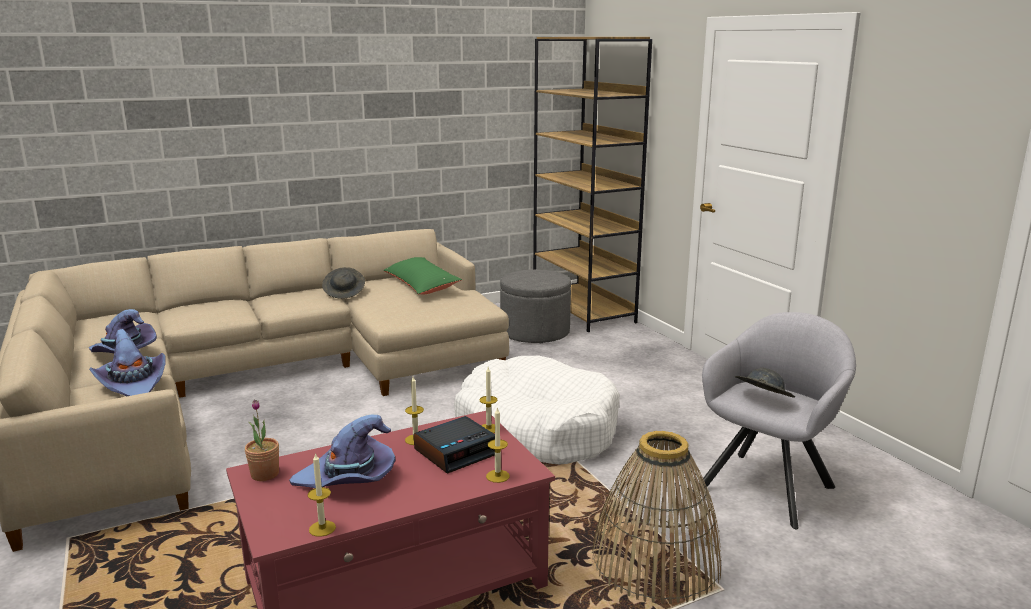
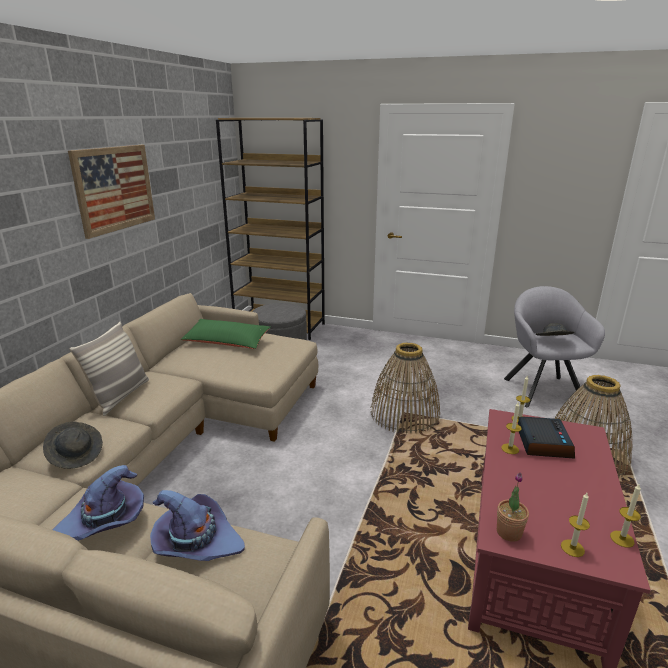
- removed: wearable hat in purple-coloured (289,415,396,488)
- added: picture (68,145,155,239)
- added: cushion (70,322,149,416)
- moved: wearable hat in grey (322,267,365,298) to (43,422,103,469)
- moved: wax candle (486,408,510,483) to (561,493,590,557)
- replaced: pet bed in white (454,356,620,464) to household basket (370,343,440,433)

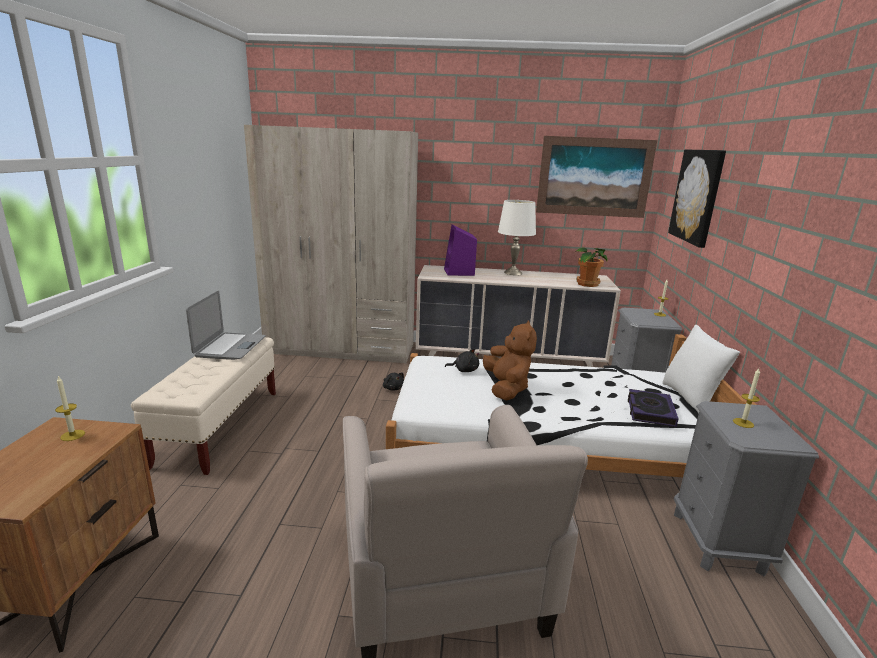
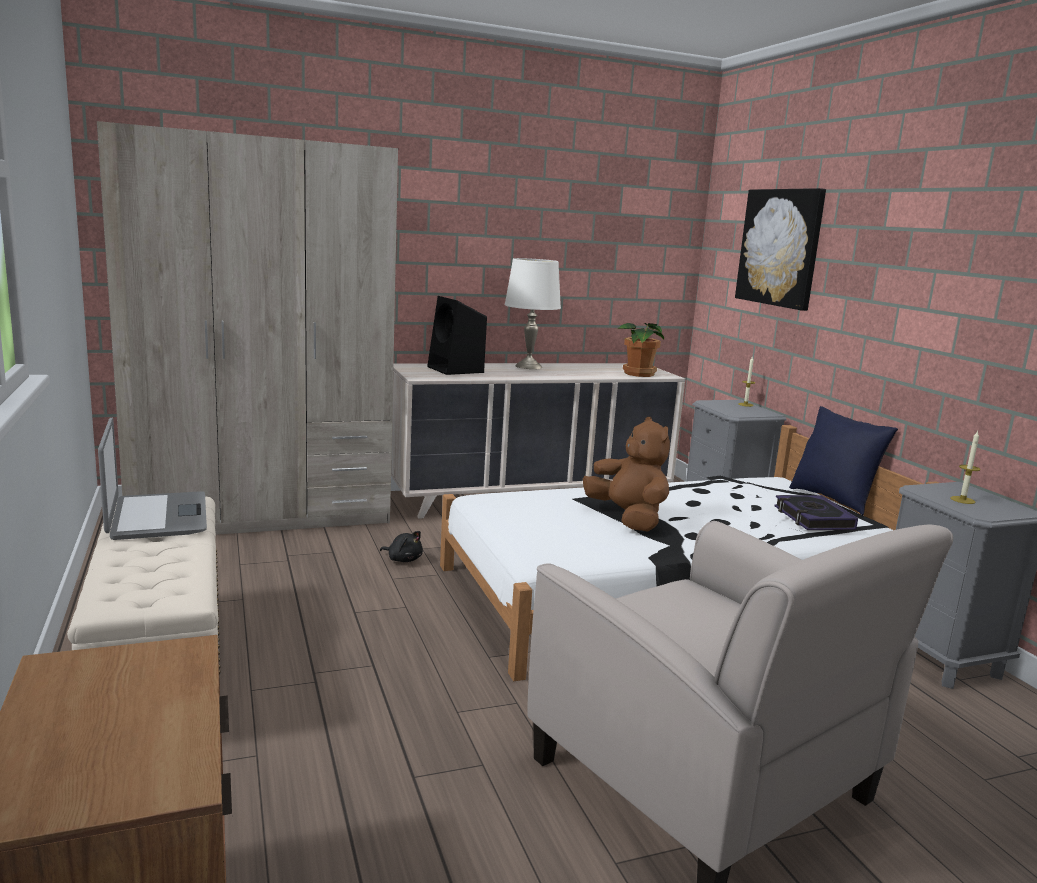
- removed: wax candle (55,376,85,441)
- removed: cuddly toy in black-coloured (445,348,479,372)
- removed: picture (536,136,657,218)
- recoloured: loudspeaker in purple-coloured (444,224,477,276) to loudspeaker in black-coloured (427,296,487,375)
- recoloured: cushion in white (662,325,740,414) to cushion in blue (789,406,898,516)

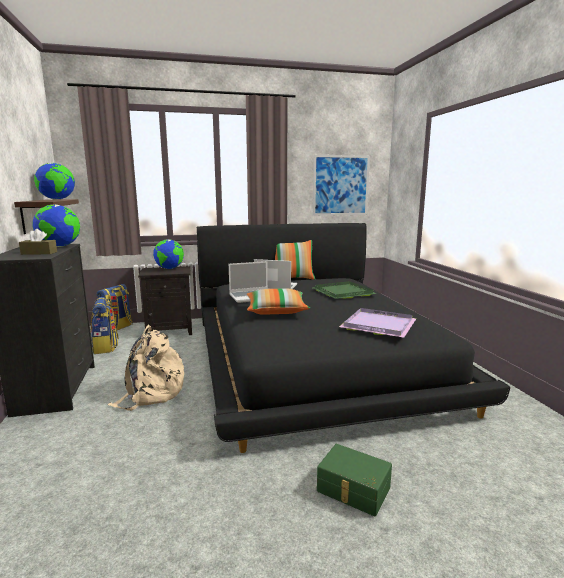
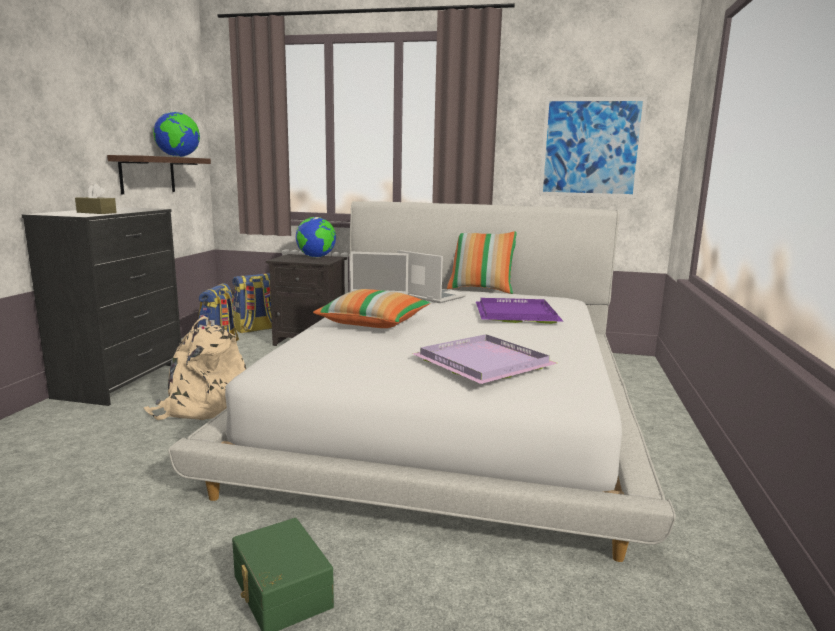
- removed: globe (33,204,80,247)
- recoloured: bed in black-coloured (197,223,510,453) to bed in white (168,201,676,562)
- recoloured: tray in green-coloured (313,281,377,299) to tray in purple-coloured (476,298,564,324)

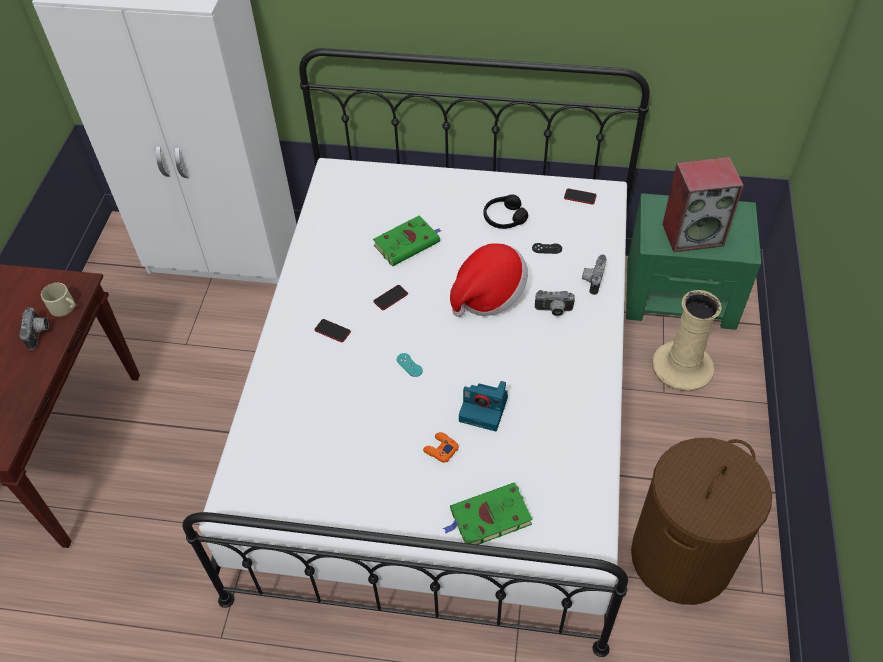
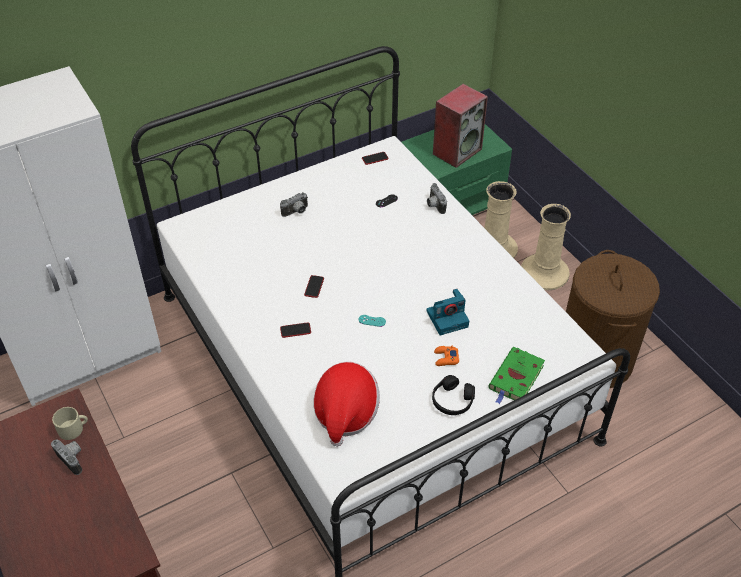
- removed: bound book in green-coloured (373,216,442,266)
- added: decorative vase in beige (521,204,571,290)
- moved: wearable hat (450,243,528,317) to (313,362,380,447)
- moved: pair of headphones in black-coloured (484,195,528,229) to (432,375,475,415)
- moved: still camera (535,290,575,316) to (280,192,308,217)

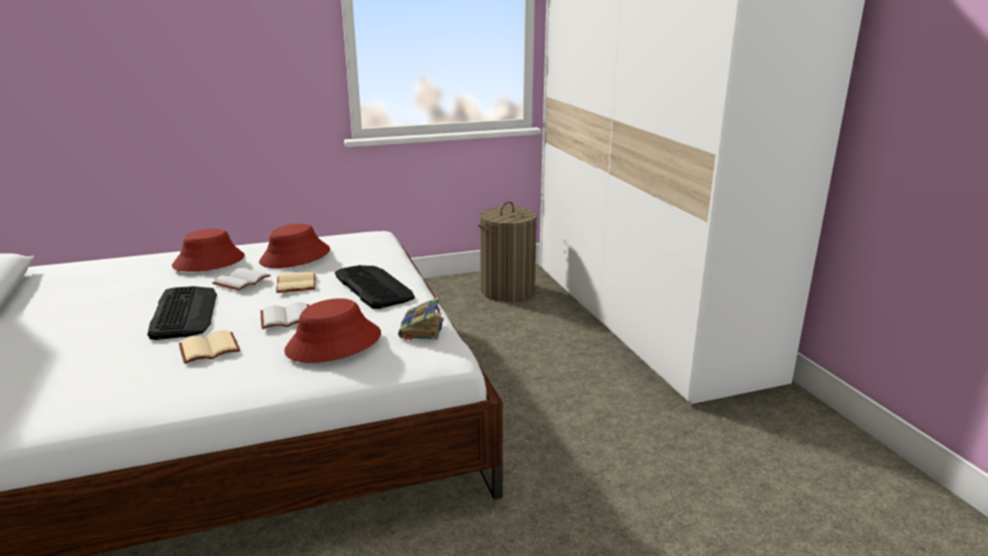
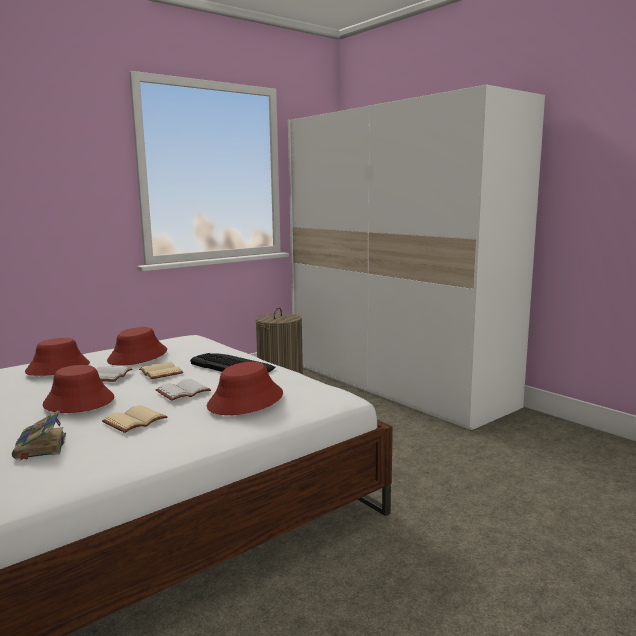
- moved: bound book (398,297,444,341) to (12,410,66,460)
- replaced: keyboard (147,286,217,340) to wearable hat in red-coloured (43,365,114,413)

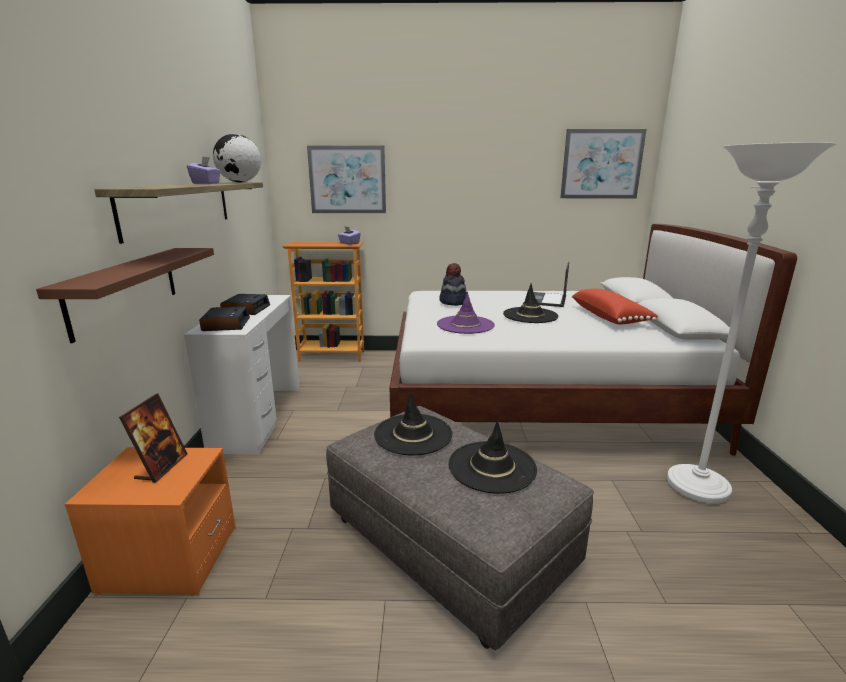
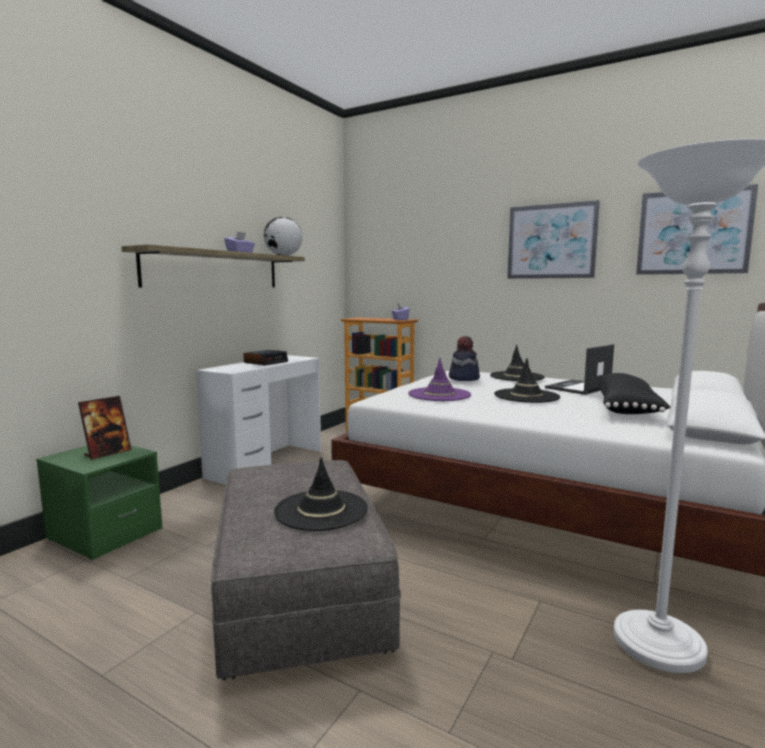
- removed: bracket shelf in brown-coloured (36,248,214,343)
- removed: alarm clock (199,306,250,331)
- moved: picture (307,146,386,213) to (507,200,600,279)
- moved: wearable hat in black-coloured (374,392,452,455) to (490,345,545,381)
- recoloured: night table in orange (65,447,236,596) to night table in green-coloured (36,445,162,560)
- recoloured: cushion in red-coloured (572,288,658,325) to cushion in black-coloured (598,373,671,414)

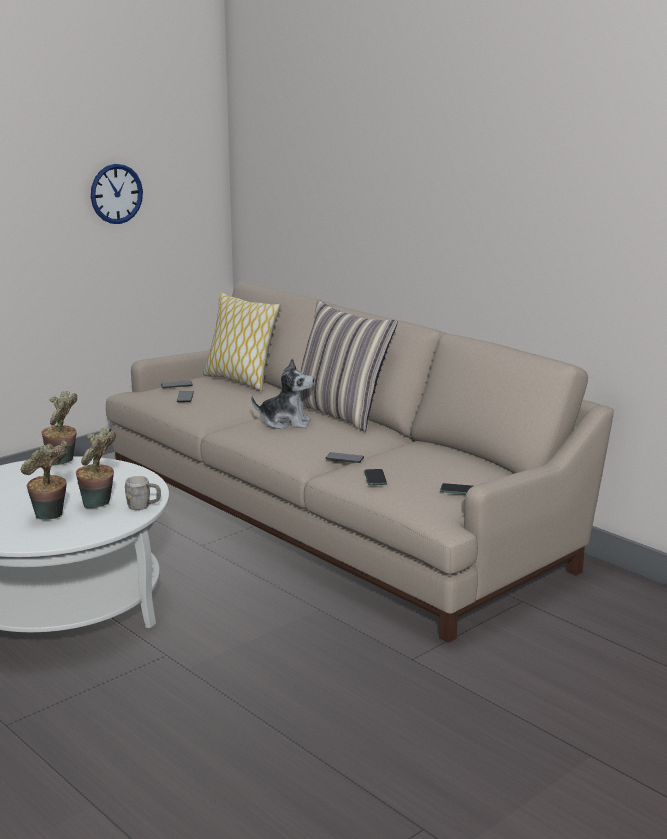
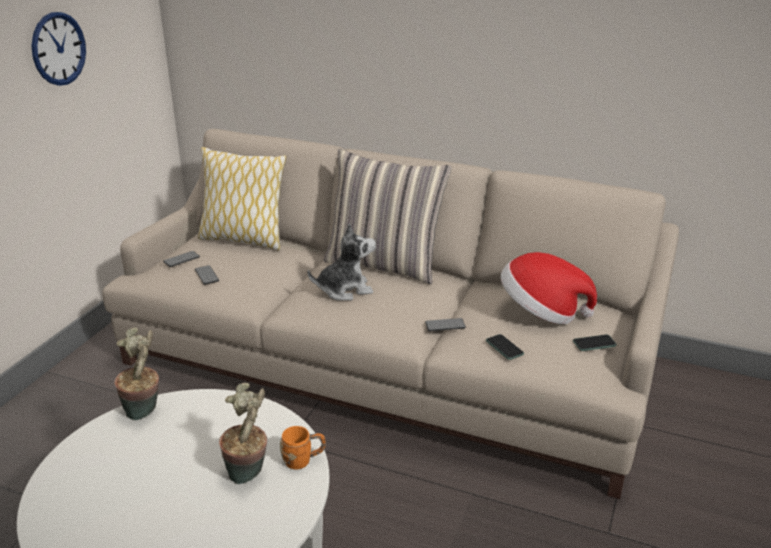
- removed: potted plant (21,440,67,520)
- added: wearable hat (501,252,597,324)
- recoloured: tea mug in grey (125,476,161,510) to tea mug in orange (280,426,326,470)

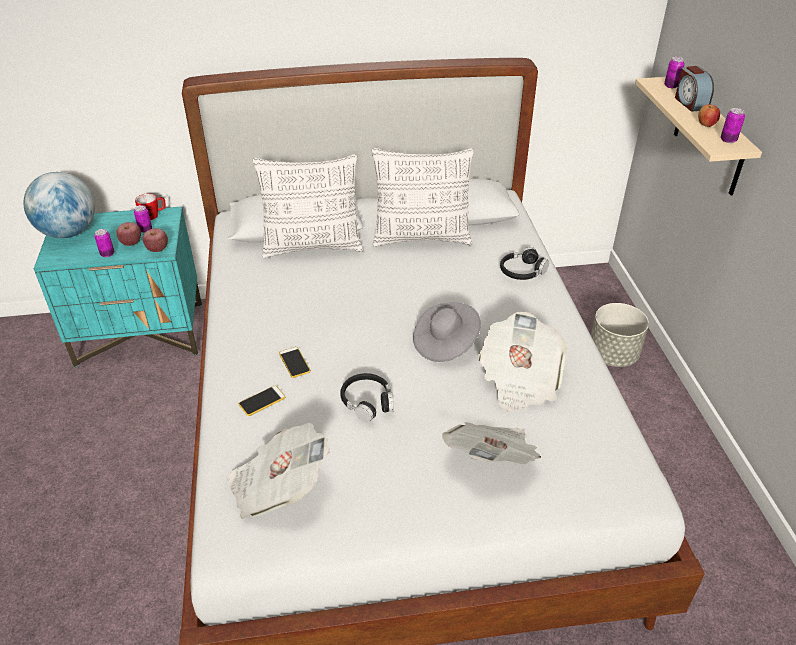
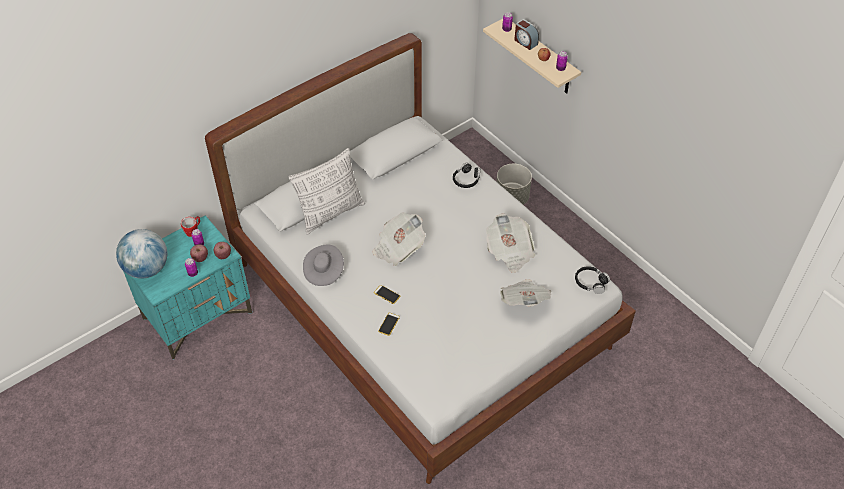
- removed: cushion (372,148,474,247)
- moved: daily paper (227,423,329,519) to (372,212,425,266)
- moved: pair of headphones in black-coloured (340,373,394,423) to (575,266,610,294)
- moved: wearable hat in grey (413,302,481,362) to (303,244,344,286)

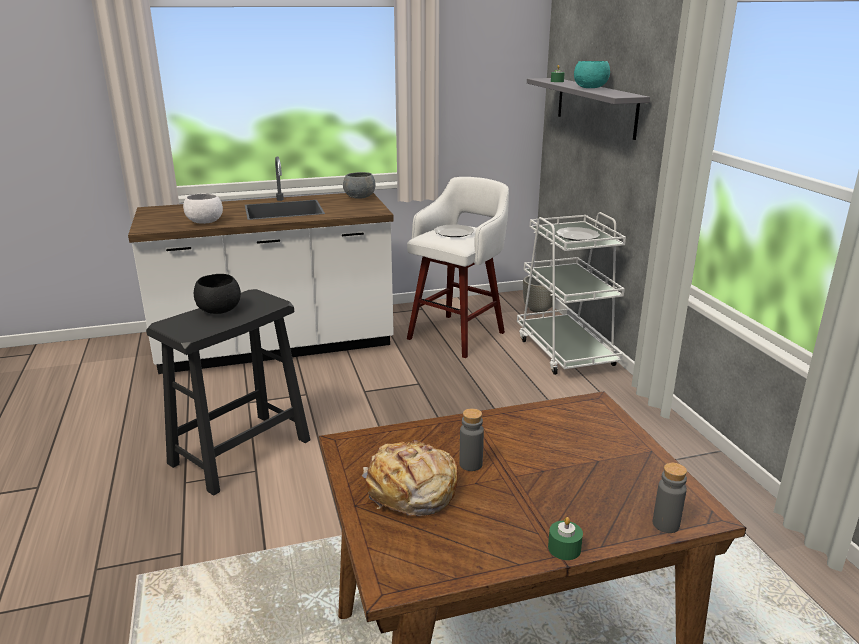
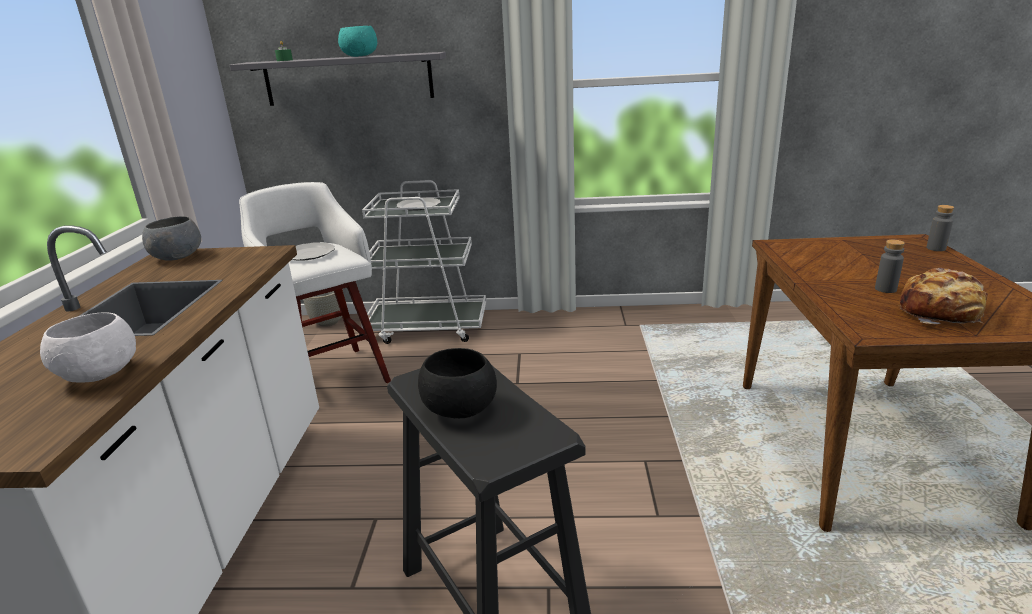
- removed: wax candle in green-coloured (548,517,583,560)

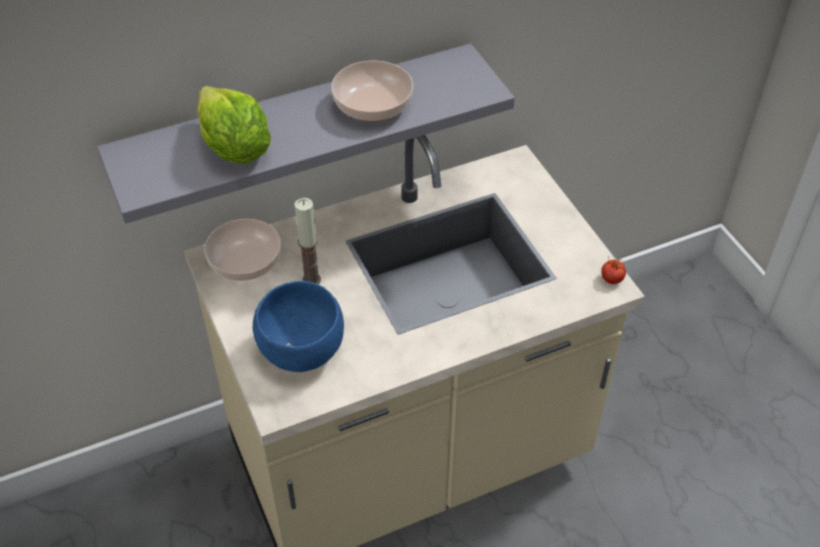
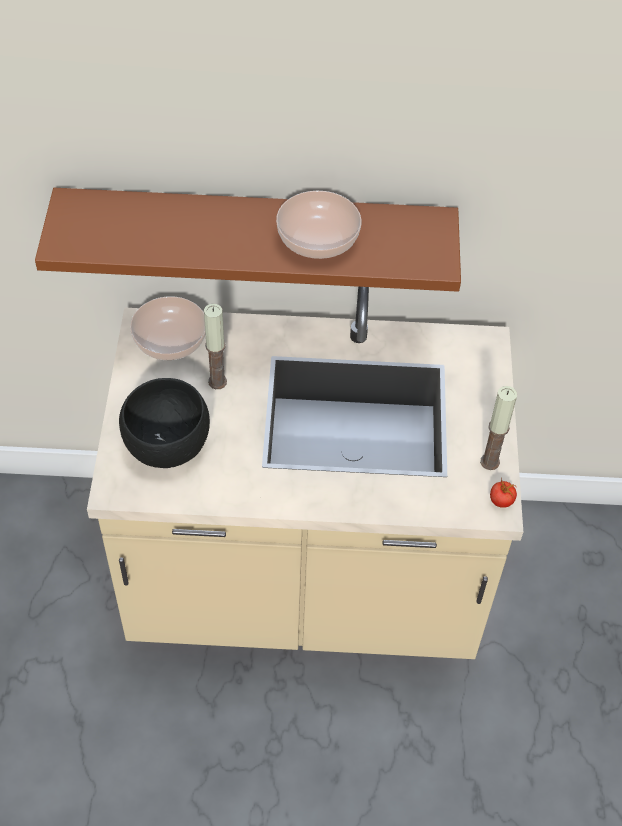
- removed: lettuce head (197,86,271,164)
- added: wax candle (480,386,517,470)
- recoloured: bracket shelf in grey (97,44,515,224) to bracket shelf in brown-coloured (35,188,461,292)
- recoloured: serving bowl in blue (253,281,344,372) to serving bowl in black-coloured (119,378,210,468)

